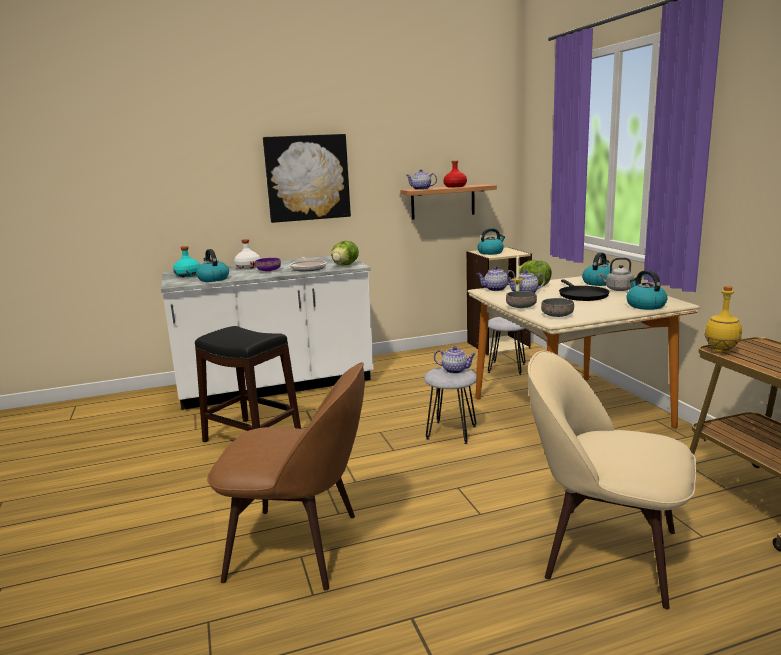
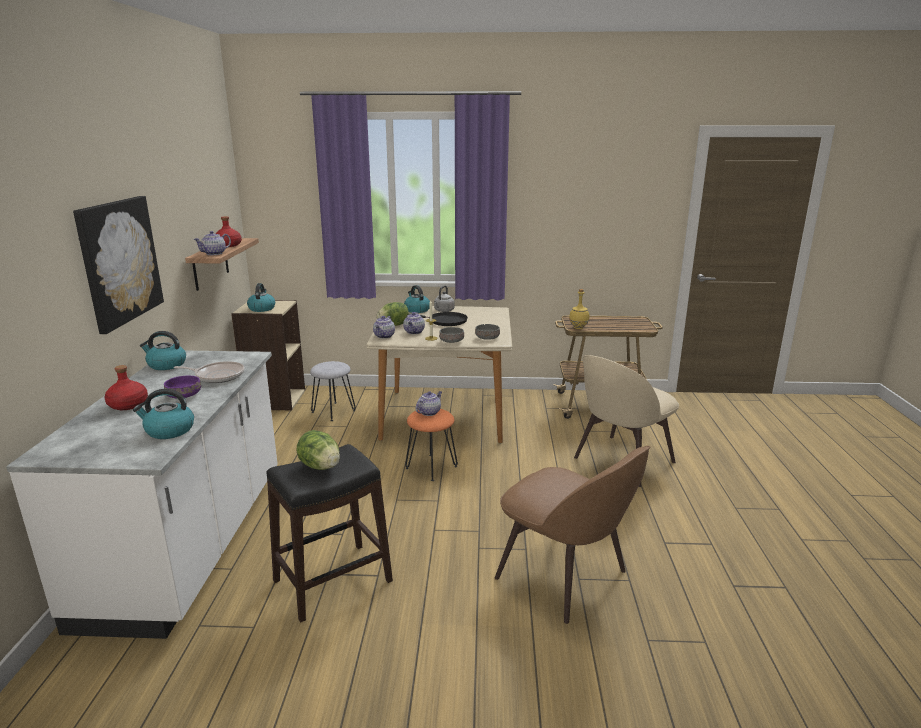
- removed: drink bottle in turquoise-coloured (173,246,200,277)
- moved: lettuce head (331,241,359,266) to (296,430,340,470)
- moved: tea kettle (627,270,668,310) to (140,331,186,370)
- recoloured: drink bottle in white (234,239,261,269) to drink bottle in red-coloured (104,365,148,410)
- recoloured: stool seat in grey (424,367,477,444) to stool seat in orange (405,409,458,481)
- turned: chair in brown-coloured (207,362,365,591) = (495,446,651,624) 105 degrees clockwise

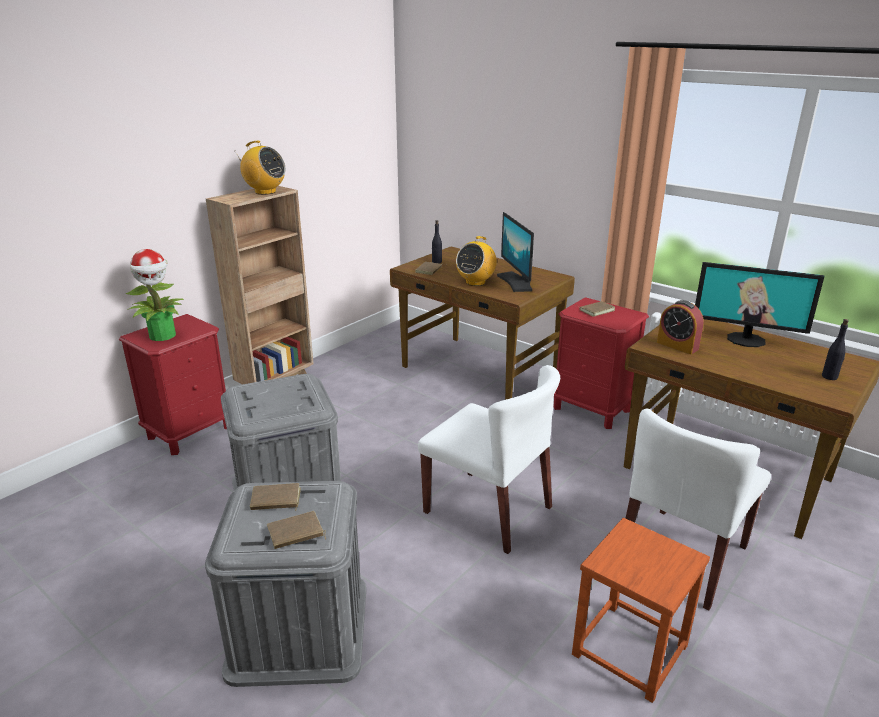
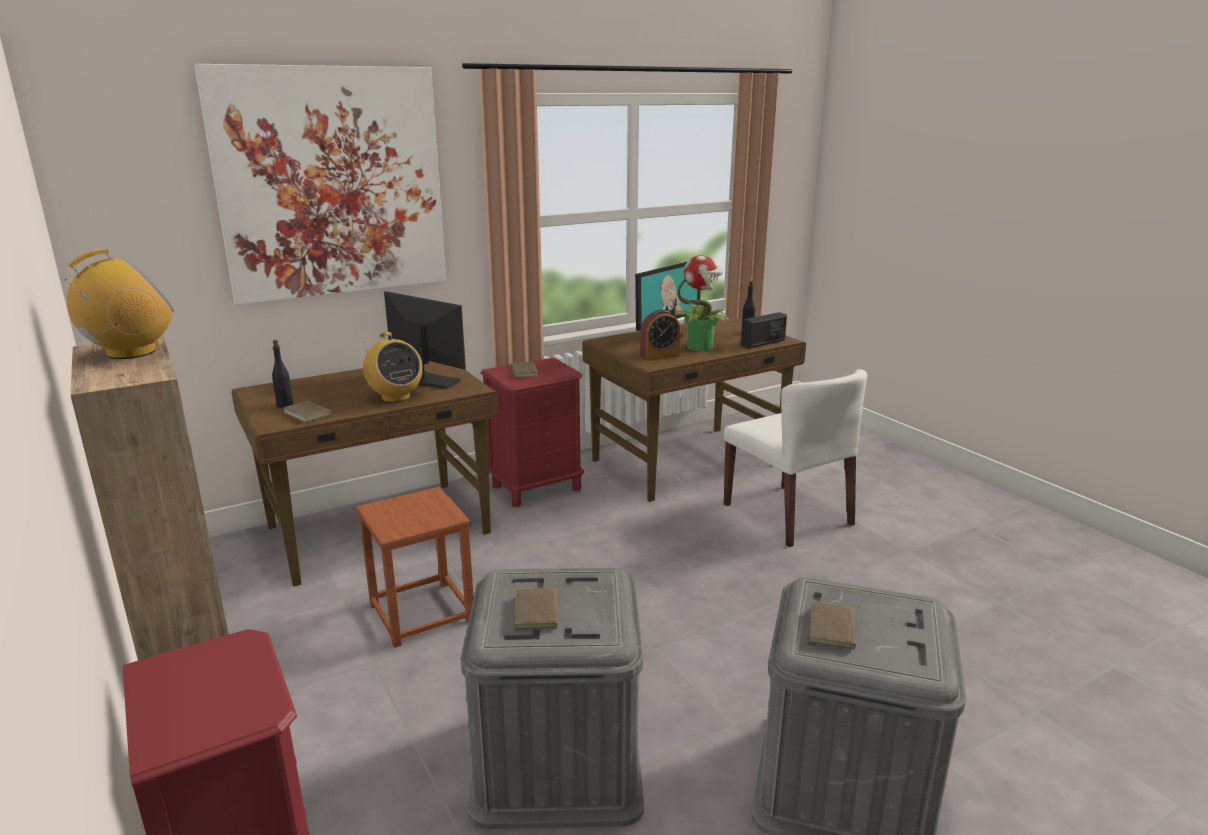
- removed: chair in white (418,365,560,554)
- added: picture (194,64,447,305)
- added: radio (741,312,787,348)
- moved: potted plant (125,249,184,341) to (674,255,731,351)
- moved: bound book in brown-coloured (267,511,326,549) to (514,586,570,630)
- moved: stool seat in brown-coloured (572,518,710,703) to (356,487,474,648)
- turned: monitor (497,212,534,292) = (384,291,466,389) 150 degrees counterclockwise

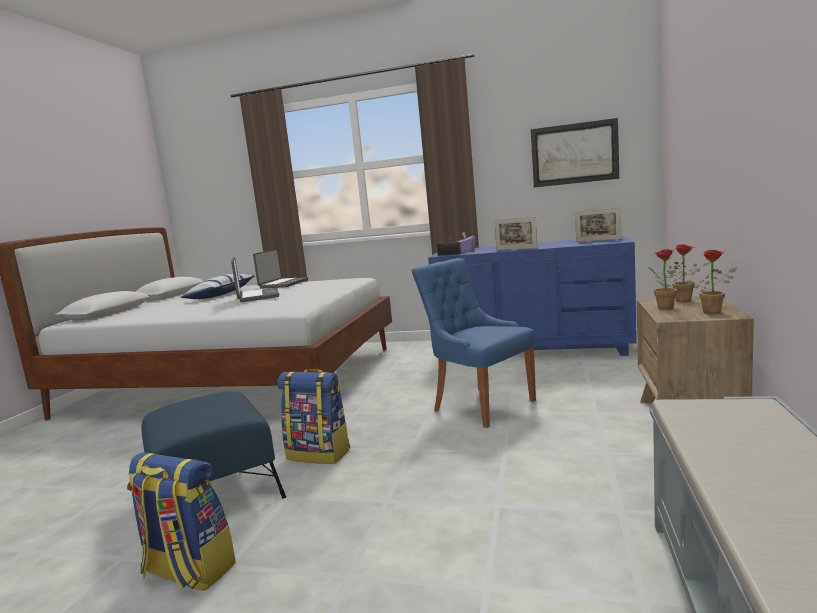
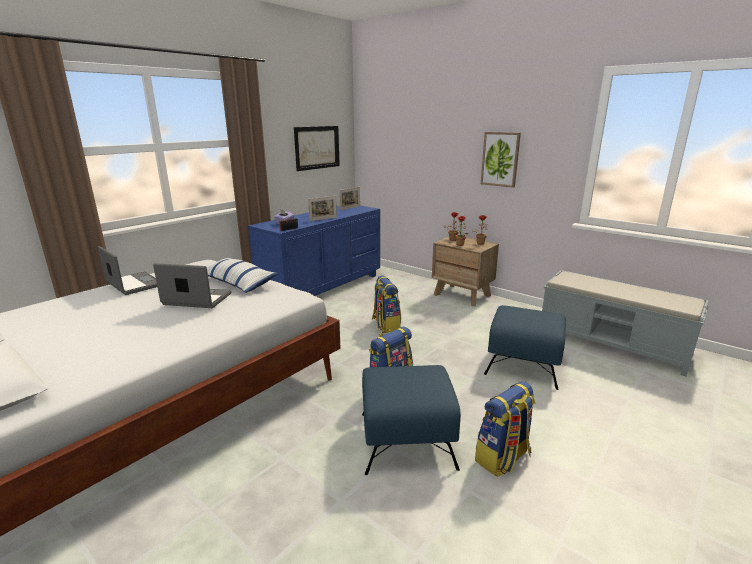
- added: picture (481,132,521,188)
- added: footrest in blue (484,305,566,390)
- moved: cushion (180,274,255,299) to (207,258,279,293)
- replaced: chair in blue (412,258,536,428) to knapsack (372,276,401,333)

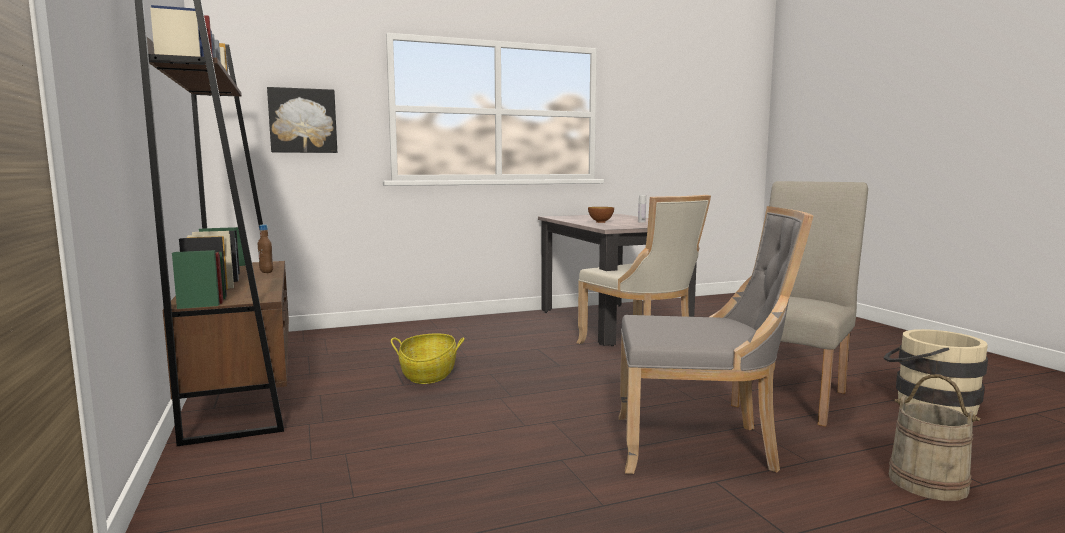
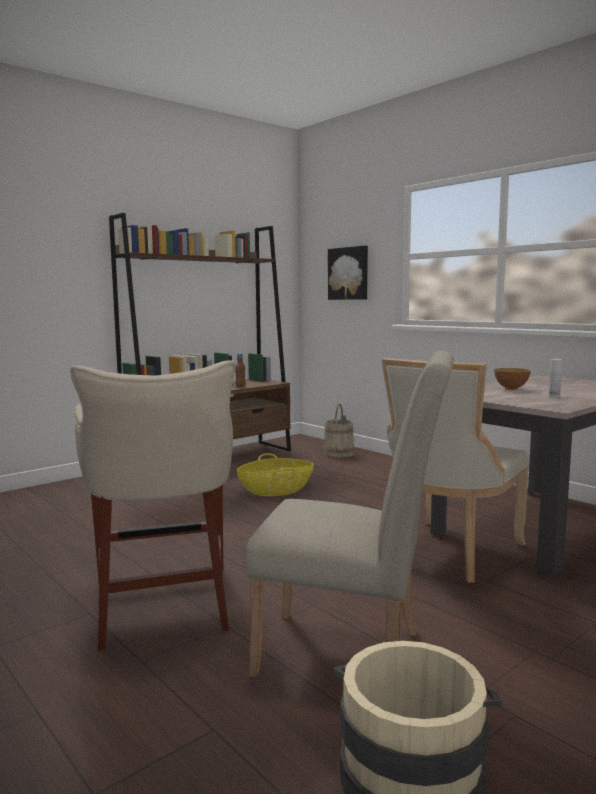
- moved: pail in beige (889,374,980,501) to (324,404,355,458)
- replaced: chair in grey (619,206,813,474) to stool seat in beige (70,360,236,651)

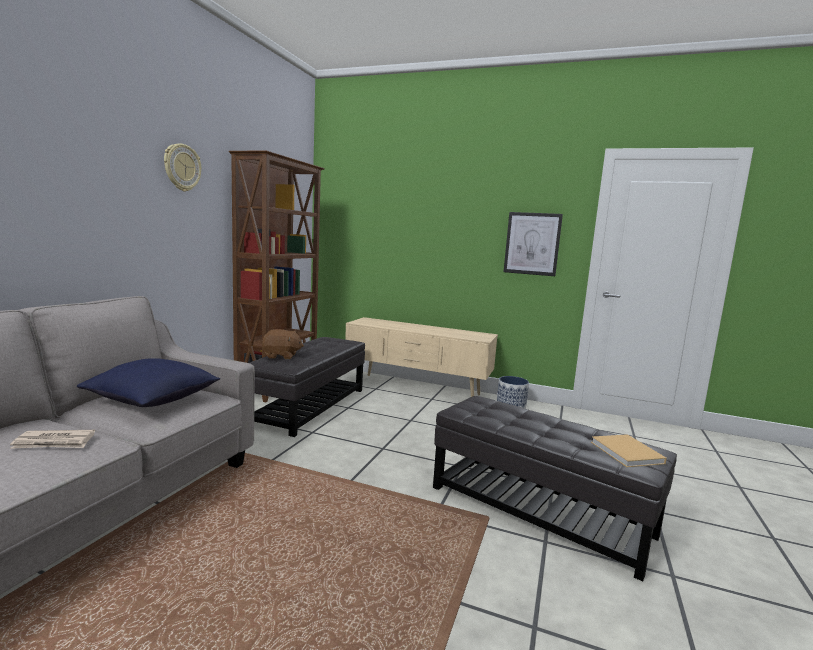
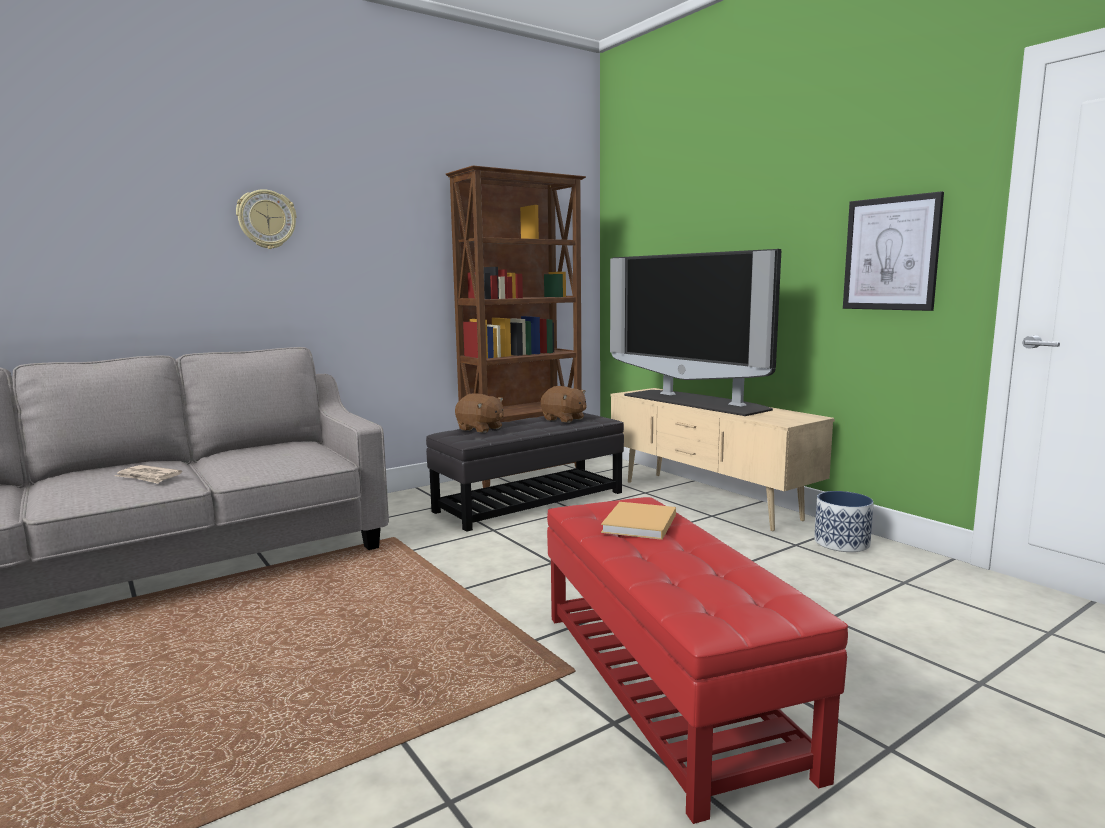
- removed: cushion in blue (77,358,220,407)
- added: cuddly toy in brown-coloured (541,386,587,423)
- added: television (610,249,781,416)
- moved: wall clock (164,144,201,192) to (236,189,297,249)
- moved: bound book in beige (591,434,667,467) to (601,502,676,540)
- recoloured: footrest in black-coloured (433,396,677,581) to footrest in red-coloured (547,497,848,824)

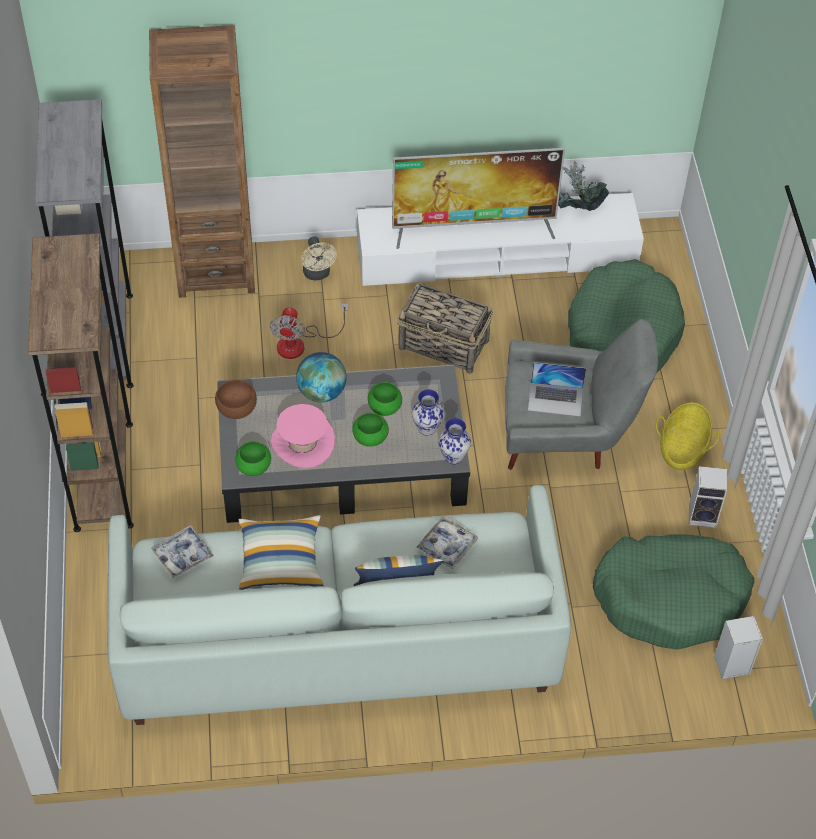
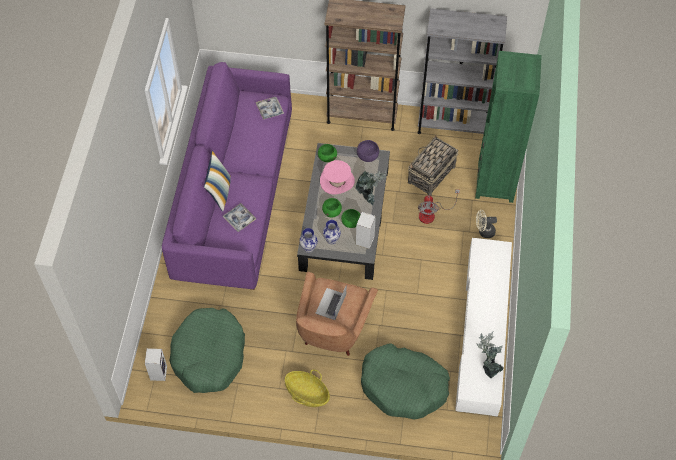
- removed: cushion (238,515,324,590)
- removed: television (392,148,565,249)
- moved: household basket (397,283,493,374) to (408,136,458,196)
- moved: loudspeaker (689,466,727,528) to (356,212,376,249)
- replaced: globe (296,352,347,402) to potted plant (356,170,386,205)
- recoloured: couch in white (108,485,571,725) to couch in purple-coloured (162,62,292,290)
- recoloured: bookcase in brown-coloured (149,25,255,298) to bookcase in green-coloured (475,51,542,203)
- recoloured: serving bowl in brown-coloured (215,379,257,419) to serving bowl in purple-coloured (357,140,379,162)
- recoloured: easy chair in grey (505,319,658,470) to easy chair in brown-coloured (296,272,378,356)
- turned: electric fan (270,303,349,359) = (418,189,460,224) 105 degrees counterclockwise

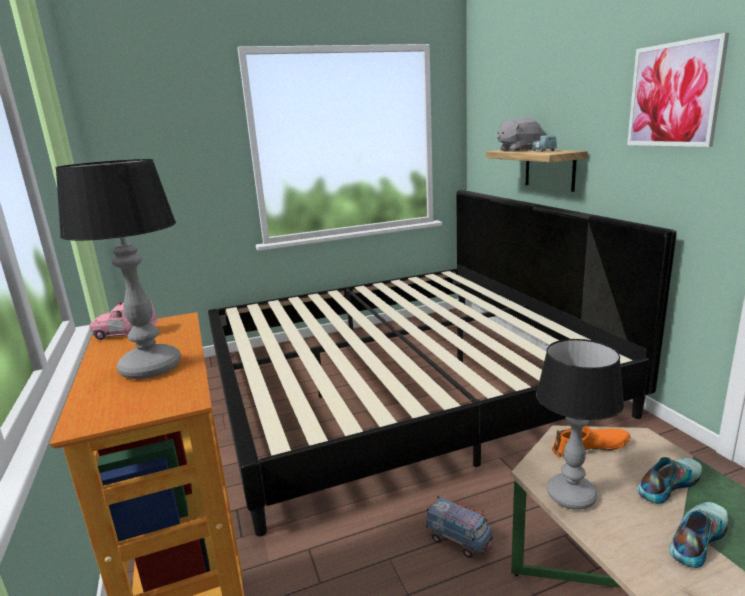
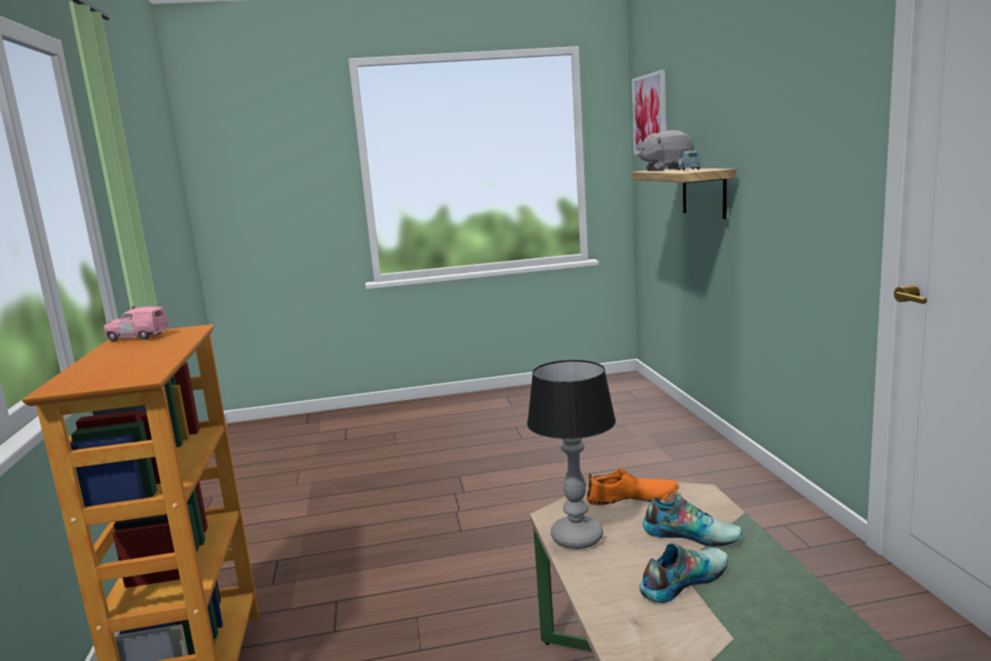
- removed: tabletop lamp (55,159,181,379)
- removed: bed (208,190,677,537)
- removed: toy lorry (426,496,493,558)
- moved: picture (627,33,729,147) to (632,70,666,155)
- turned: item of footwear (637,457,702,504) = (643,495,742,547) 45 degrees clockwise

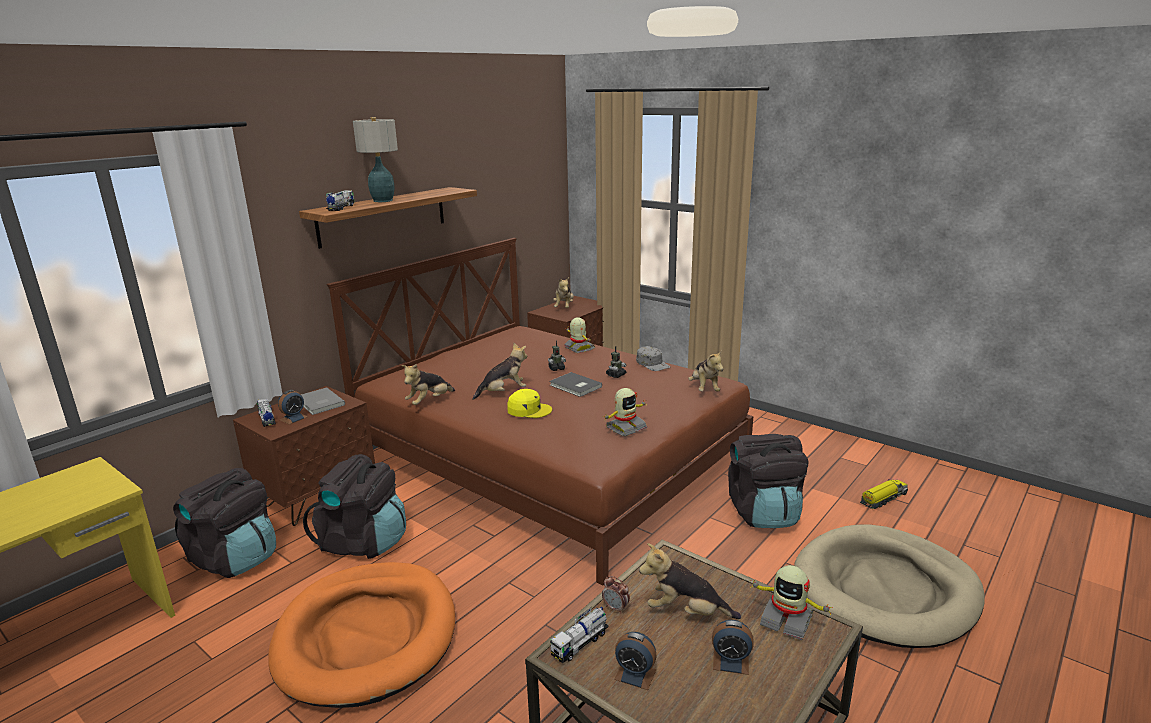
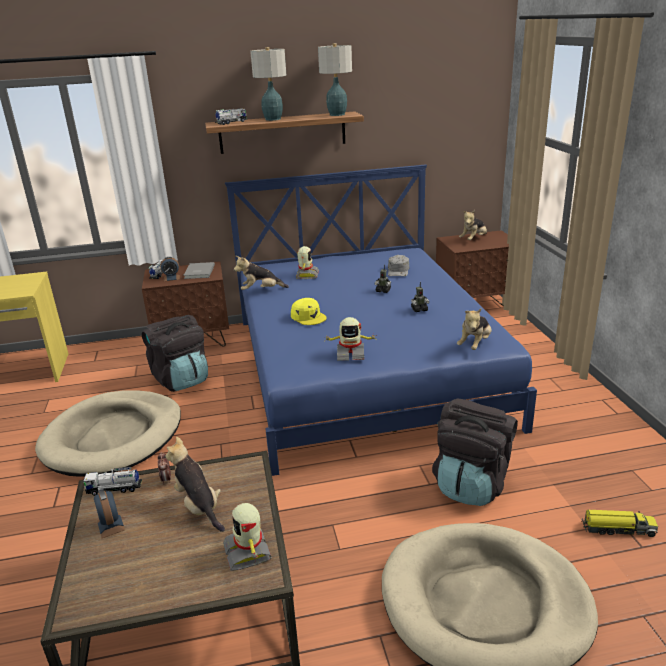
- removed: knapsack in black-coloured (173,468,276,578)
- removed: cuddly toy (472,343,527,400)
- removed: bound book in grey (550,372,602,397)
- removed: alarm clock (712,620,754,675)
- added: tabletop lamp (318,43,352,116)
- moved: robot figure (564,317,595,353) to (296,246,319,279)
- moved: baseball cap in grey (636,346,670,371) to (388,255,409,276)
- recoloured: pet bed in orange (268,562,455,708) to pet bed in beige (35,390,181,477)
- recoloured: bed in brown-coloured (327,238,753,586) to bed in blue (225,164,537,476)

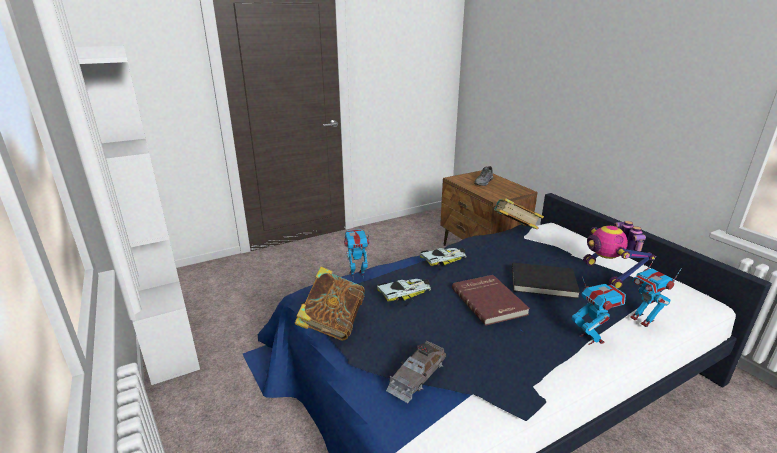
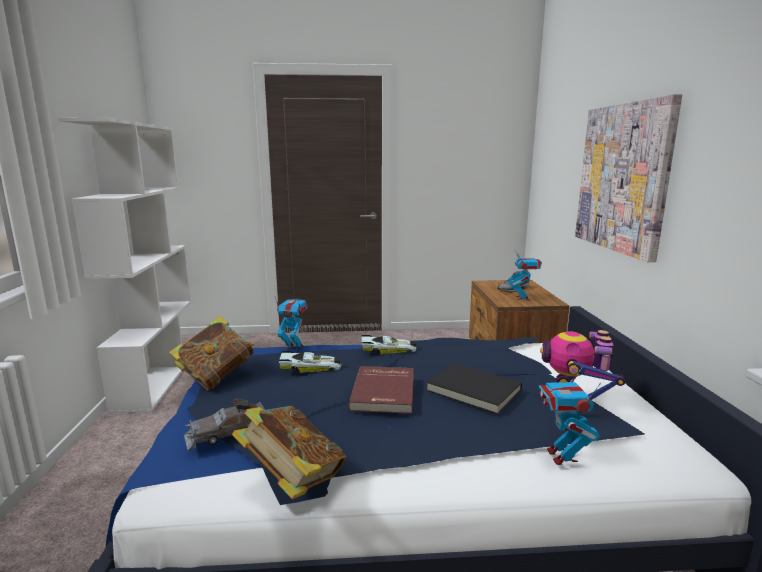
- added: picture (575,94,682,262)
- moved: bound book (491,198,544,229) to (232,406,347,499)
- moved: robot figure (571,277,626,345) to (508,249,542,301)

